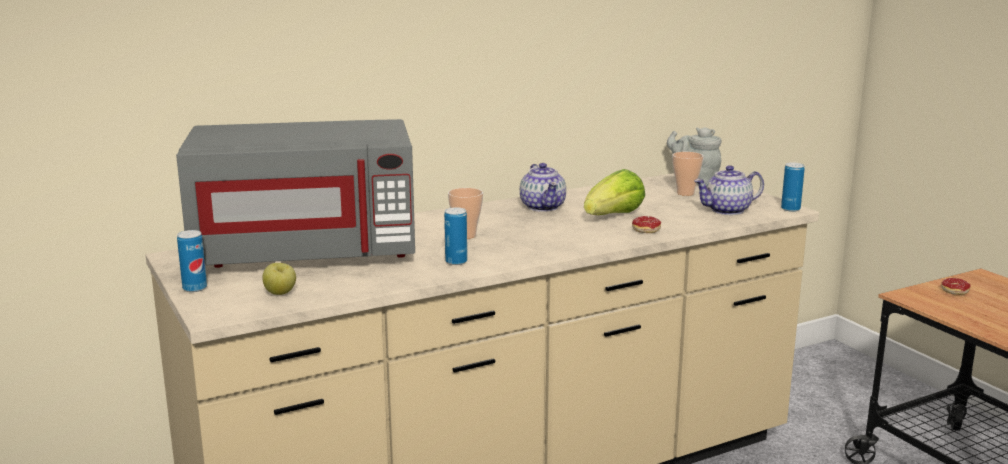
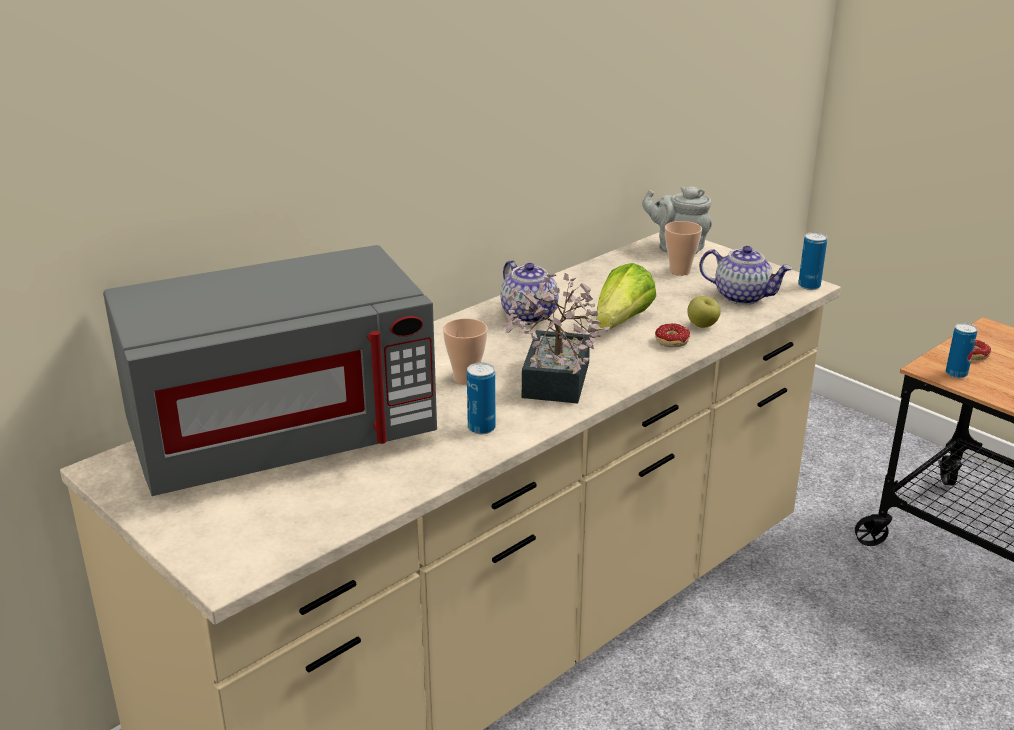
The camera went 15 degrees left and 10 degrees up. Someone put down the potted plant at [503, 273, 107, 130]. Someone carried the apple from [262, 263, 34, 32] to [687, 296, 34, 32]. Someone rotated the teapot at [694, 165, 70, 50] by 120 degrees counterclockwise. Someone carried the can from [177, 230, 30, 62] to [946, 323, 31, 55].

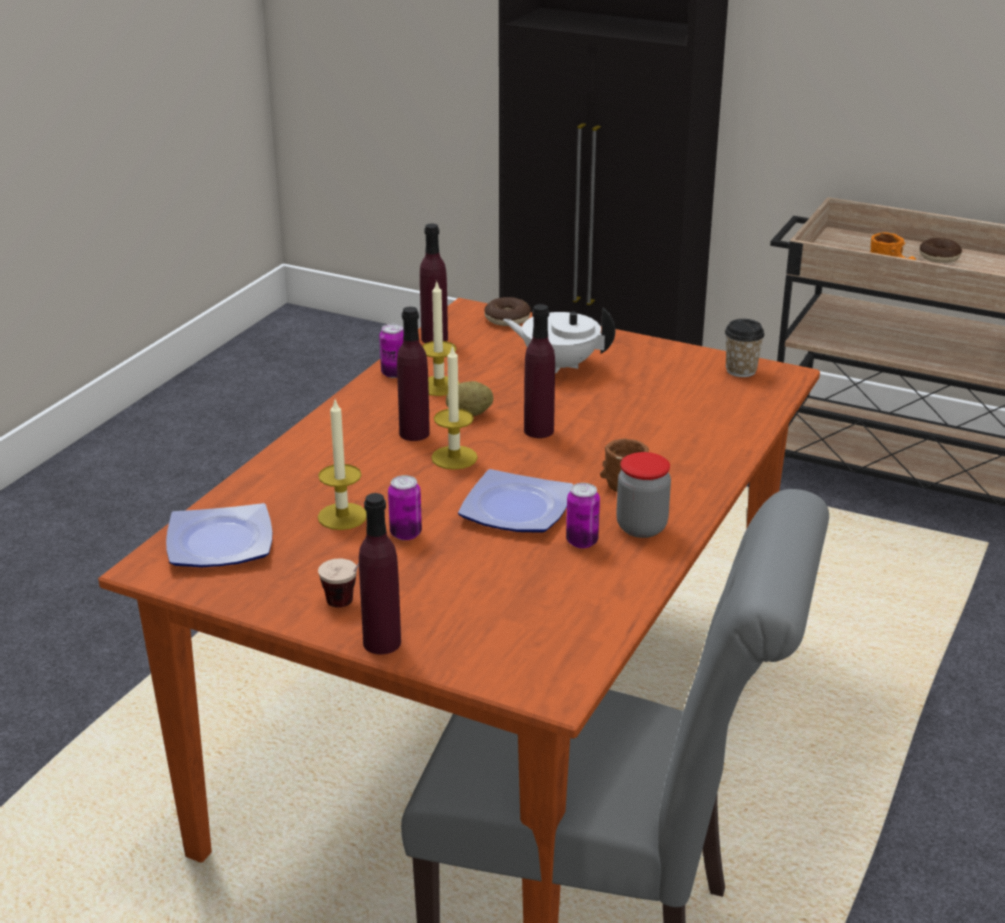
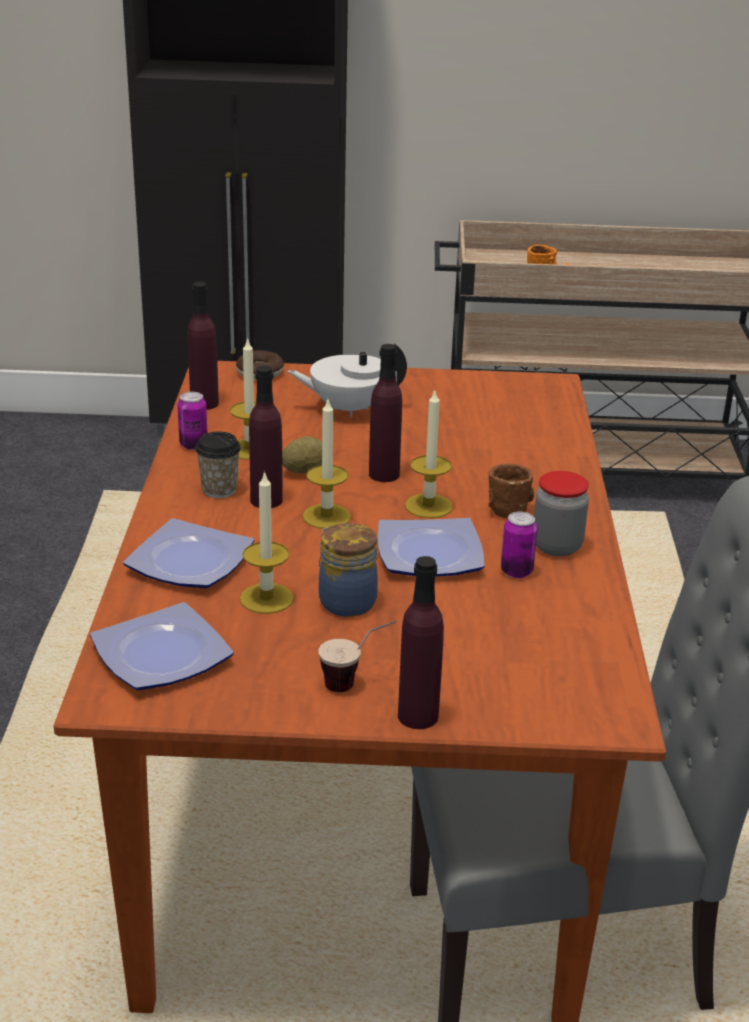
The camera went 25 degrees left and 0 degrees up. Someone put down the plate at [123, 518, 131, 70]. Someone carried the cup from [725, 319, 40, 58] to [195, 431, 46, 67]. Someone swapped the can at [388, 475, 34, 65] for the jar at [319, 523, 59, 94]. Someone put down the candle at [405, 389, 48, 129]. Someone took away the donut at [919, 238, 43, 25].

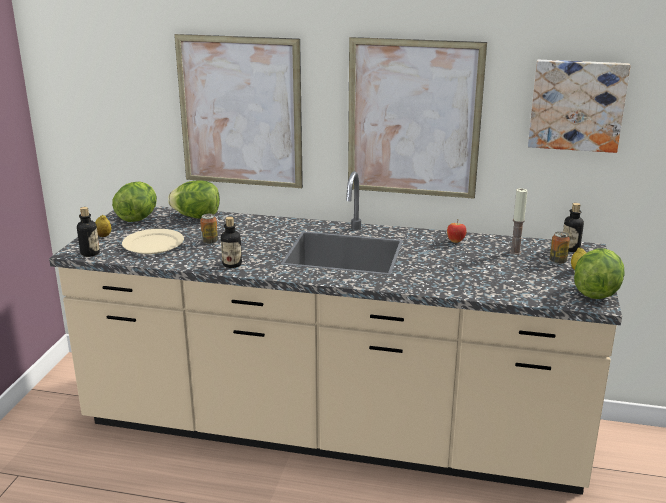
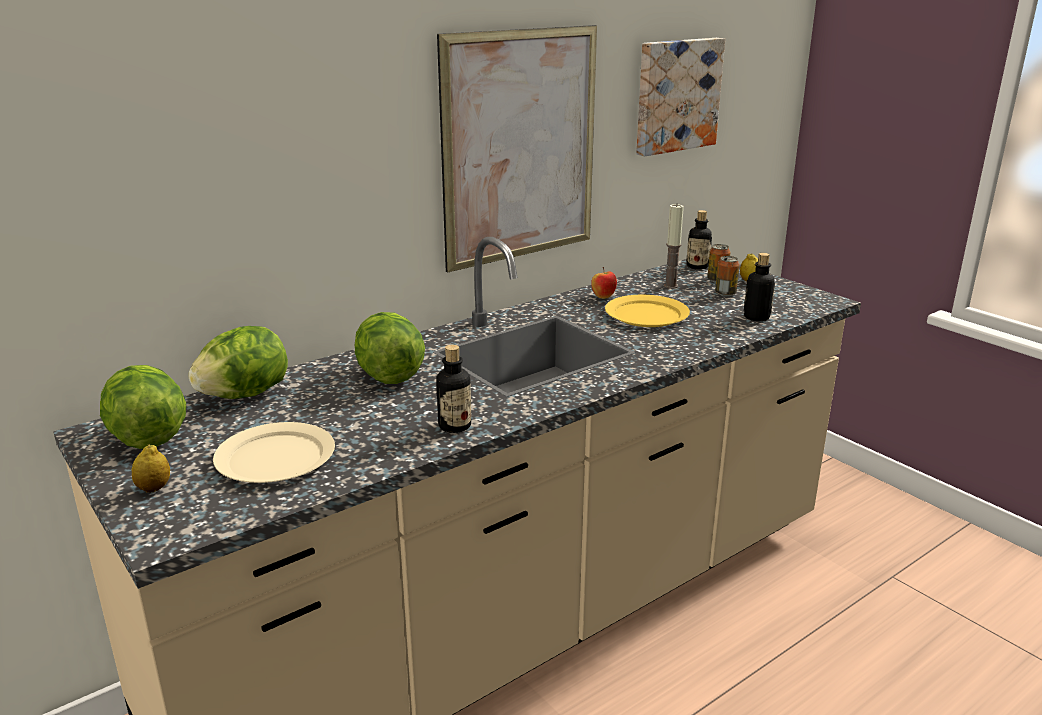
The camera went 50 degrees left and 0 degrees up. Someone carried the lettuce from [574, 249, 51, 50] to [354, 312, 71, 72]. Someone put down the yellow plate at [605, 295, 85, 32]. Someone carried the can from [200, 214, 18, 30] to [715, 256, 25, 40]. Someone carried the bottle from [77, 207, 23, 50] to [744, 253, 31, 68]. Someone took away the picture at [174, 34, 129, 154].

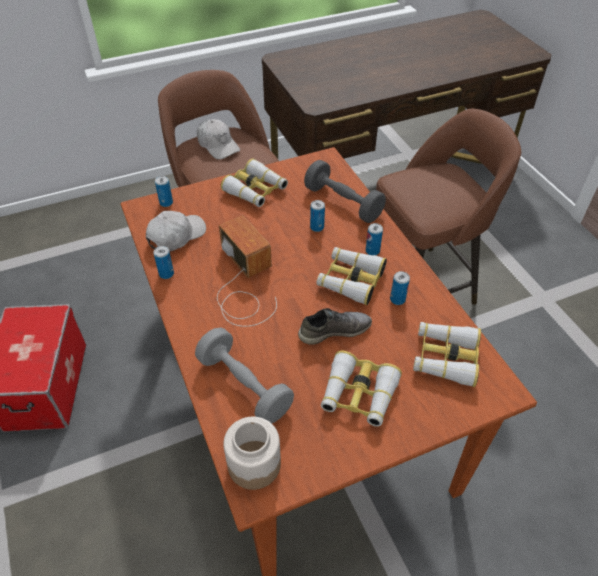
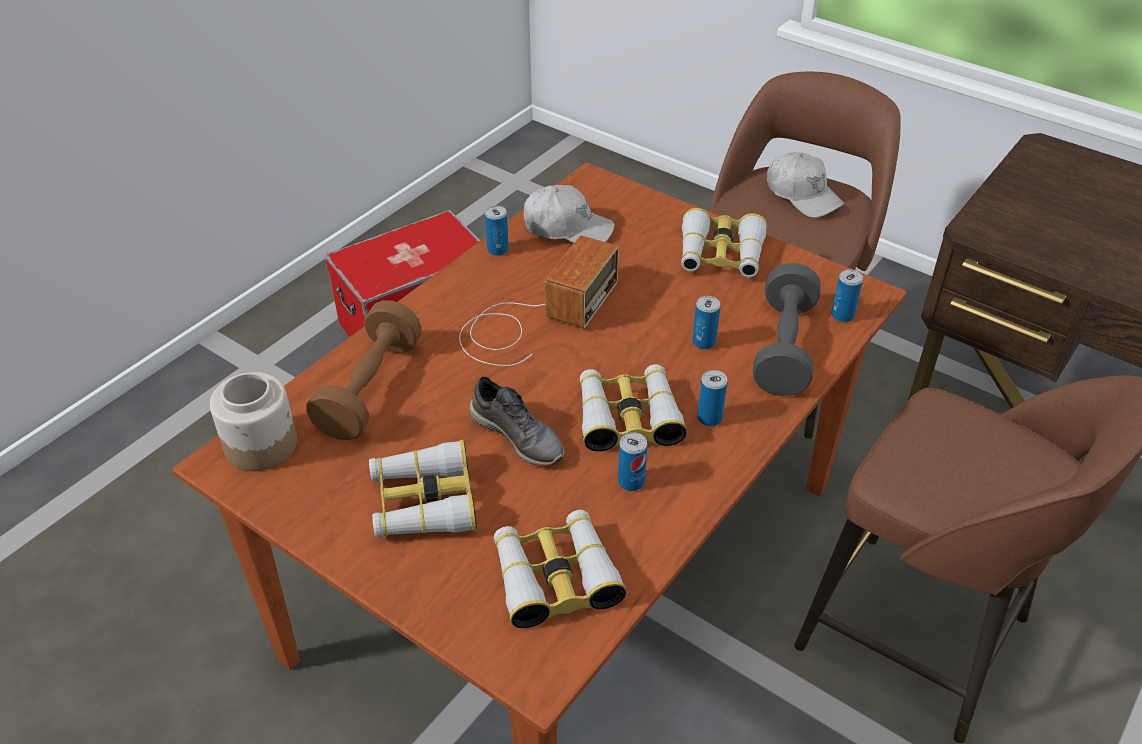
The camera went 60 degrees right and 5 degrees down. Someone repainted the grey dumbbell at [195, 327, 99, 96], which became the brown dumbbell at [306, 300, 116, 140]. Someone rotated the white cap at [197, 119, 43, 41] by 60 degrees counterclockwise. Someone carried the can from [155, 176, 18, 31] to [831, 270, 32, 52].

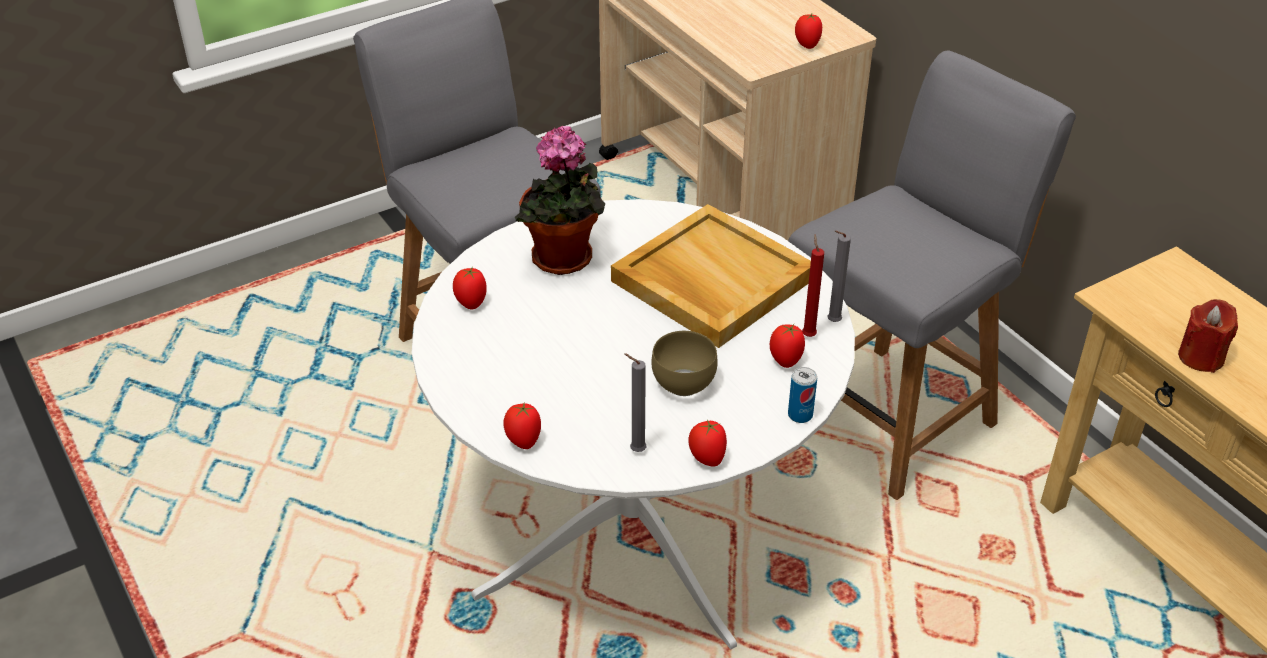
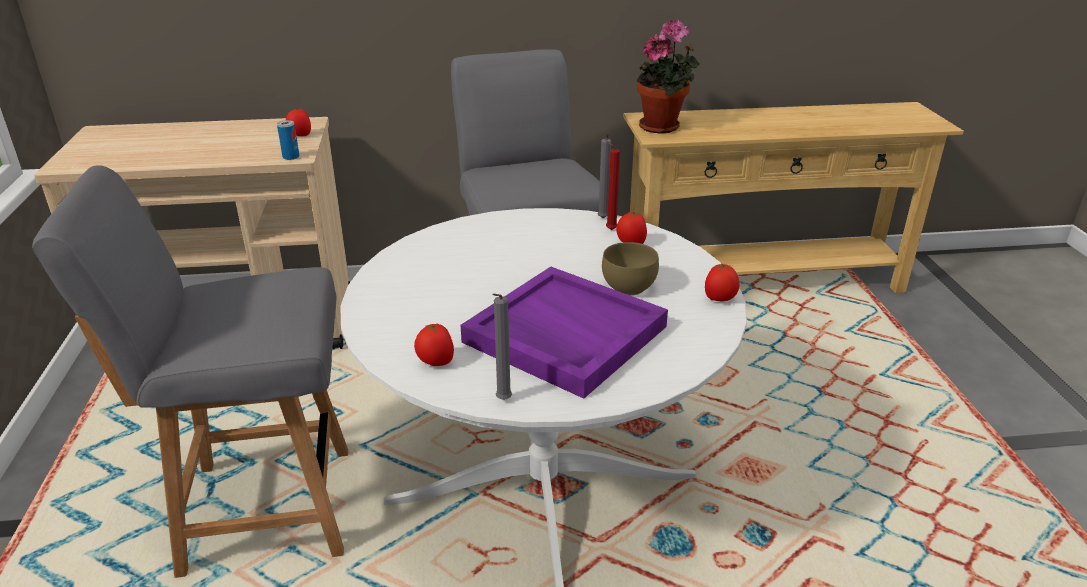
The camera went 65 degrees left and 10 degrees down. Someone carried the can from [788, 367, 29, 56] to [277, 120, 22, 40]. Someone put down the purple tray at [461, 267, 207, 132]. Someone carried the grey candle from [624, 353, 22, 99] to [492, 294, 20, 106]. Someone carried the potted plant from [515, 126, 90, 149] to [637, 19, 62, 115]. Someone took away the tomato at [504, 402, 37, 47]. Someone took away the beige tray at [611, 204, 200, 144]. Someone took away the red candle at [1178, 299, 60, 74].

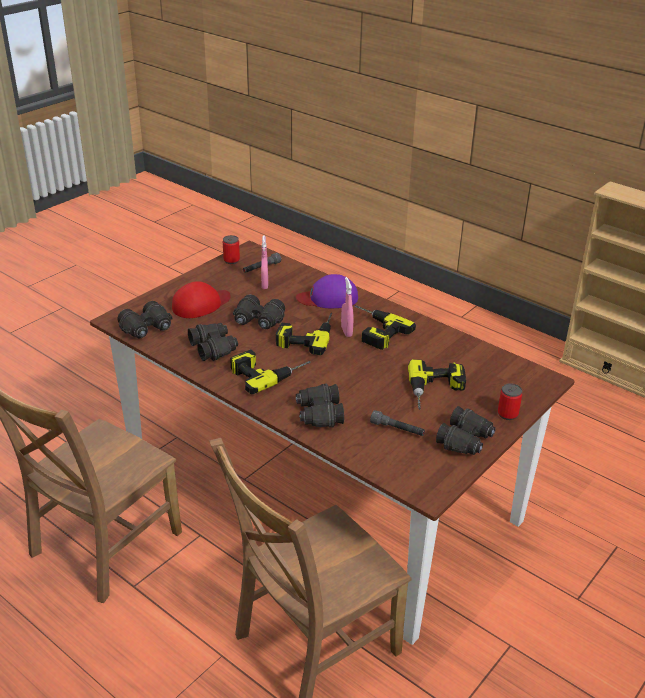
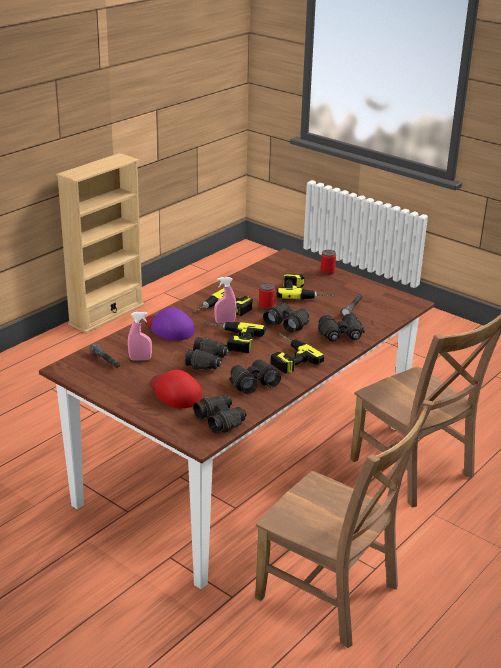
The camera went 90 degrees left and 5 degrees down. Someone rotated the purple cap at [296, 274, 62, 34] by 135 degrees clockwise. Someone carried the can from [223, 235, 17, 29] to [259, 283, 16, 27]. Someone carried the black binoculars from [436, 406, 60, 49] to [263, 303, 46, 30].

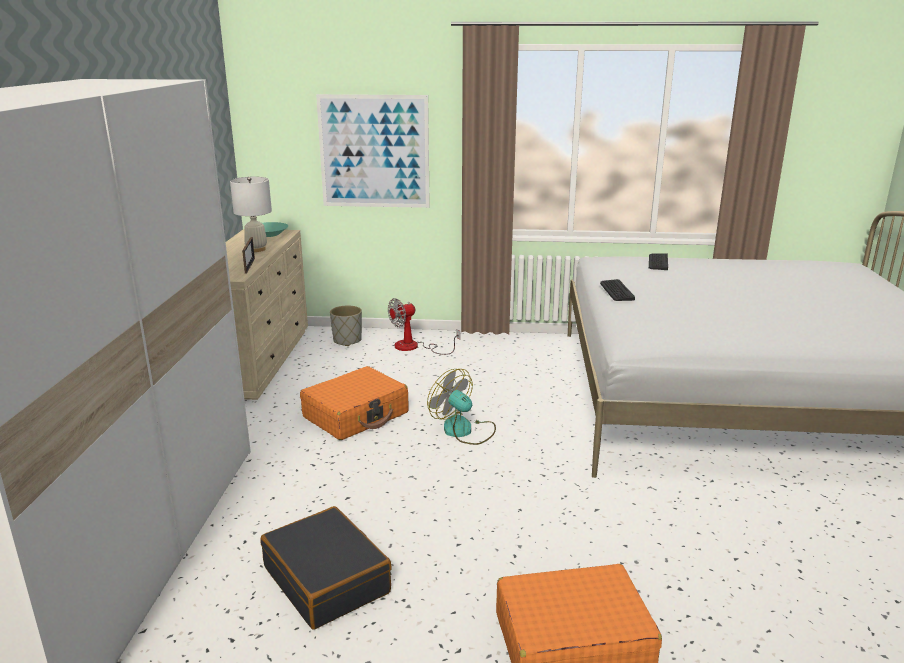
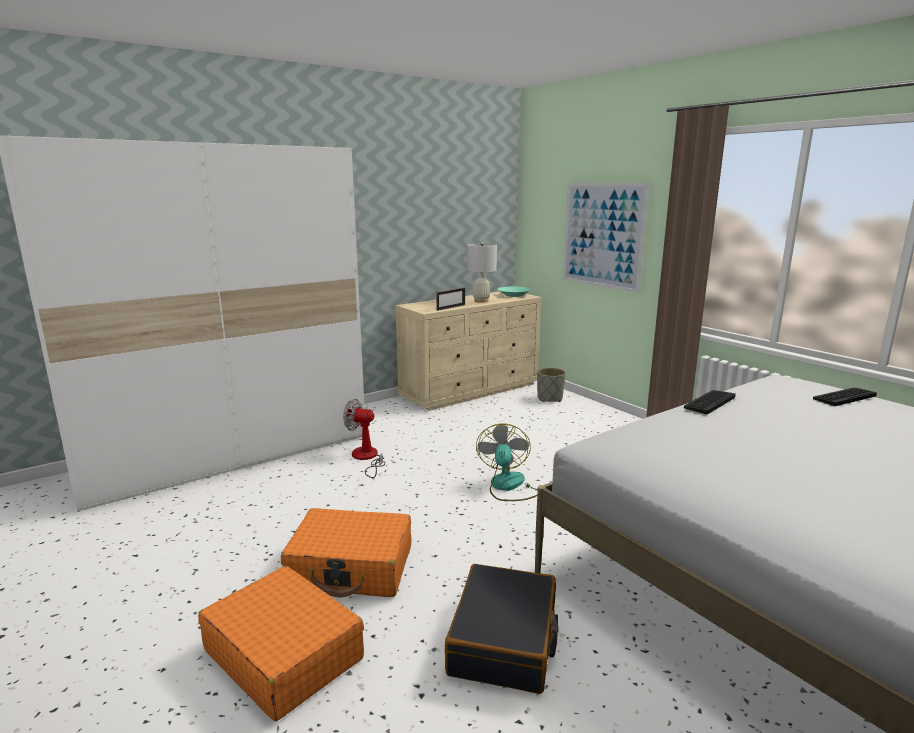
The camera went 50 degrees right and 5 degrees down. Someone carried the orange suitcase from [300, 366, 109, 74] to [281, 508, 130, 89]. Someone carried the fan from [388, 298, 72, 57] to [343, 399, 42, 79]. Someone carried the black suitcase from [261, 506, 131, 124] to [445, 564, 114, 130].

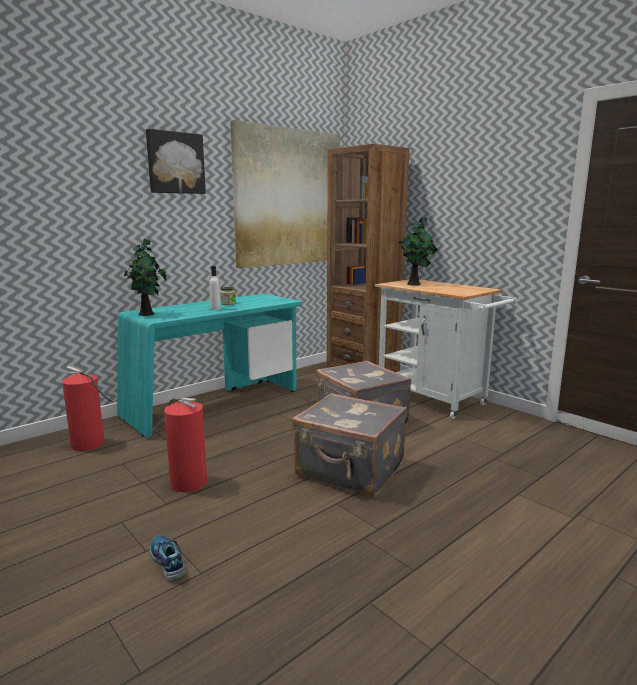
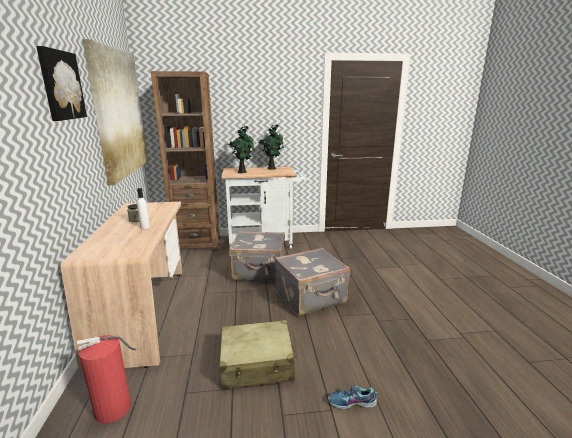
The camera went 55 degrees left and 5 degrees up. Someone repainted the turquoise desk at [117, 294, 185, 144], which became the beige desk at [61, 202, 121, 170]. Someone swapped the fire extinguisher at [152, 398, 55, 94] for the beige suitcase at [219, 320, 79, 70]. Someone carried the potted plant from [123, 239, 44, 77] to [258, 124, 26, 46].

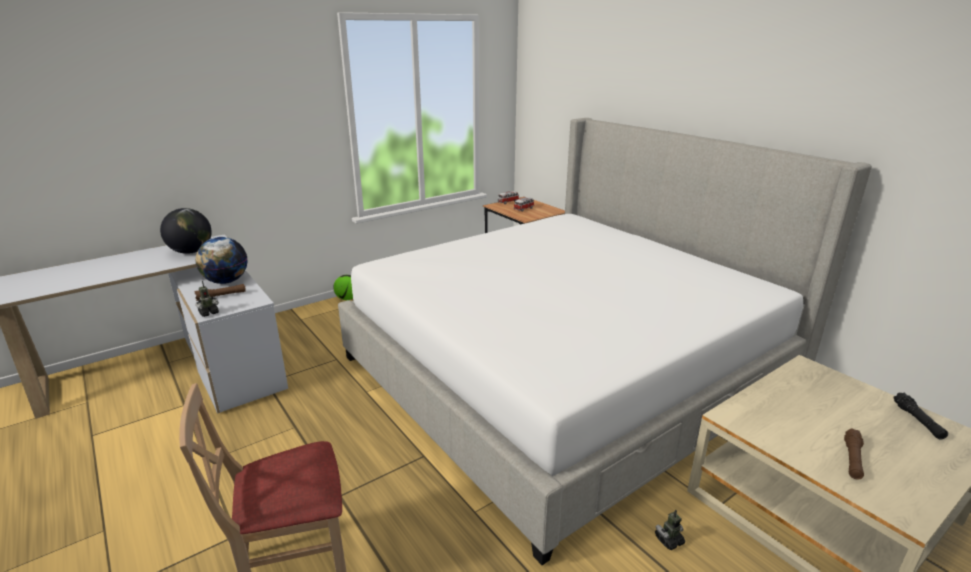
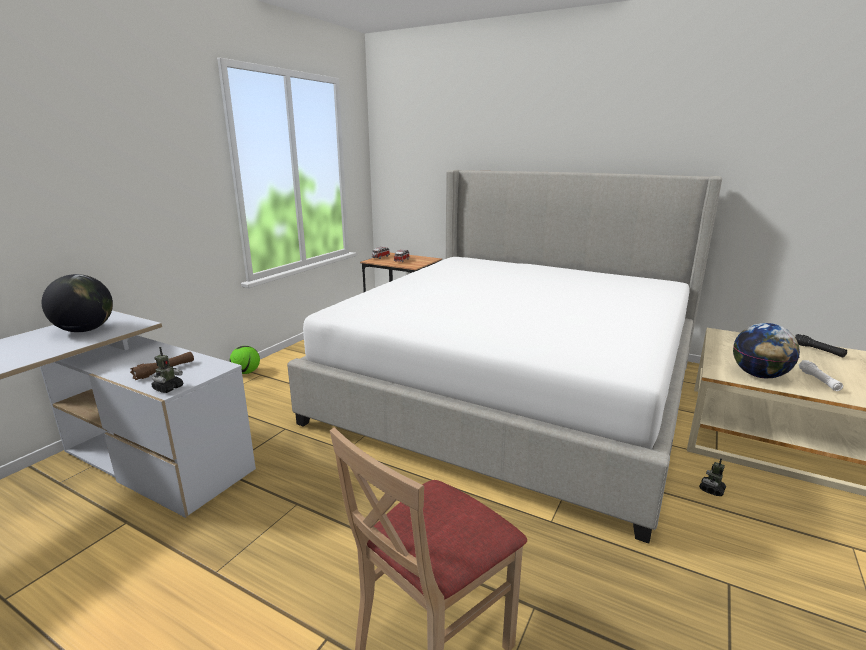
The camera went 25 degrees left and 5 degrees down. Someone carried the globe from [196, 237, 51, 47] to [733, 323, 67, 55]. Someone repainted the brown flashlight at [844, 428, 20, 52], which became the white flashlight at [798, 360, 45, 31].

